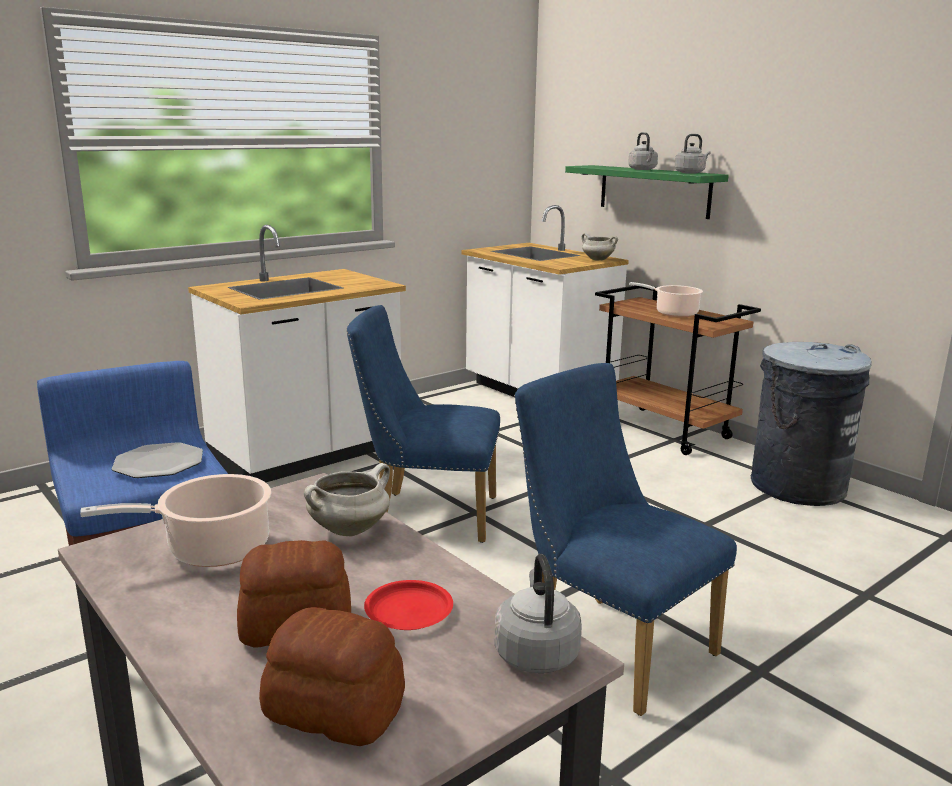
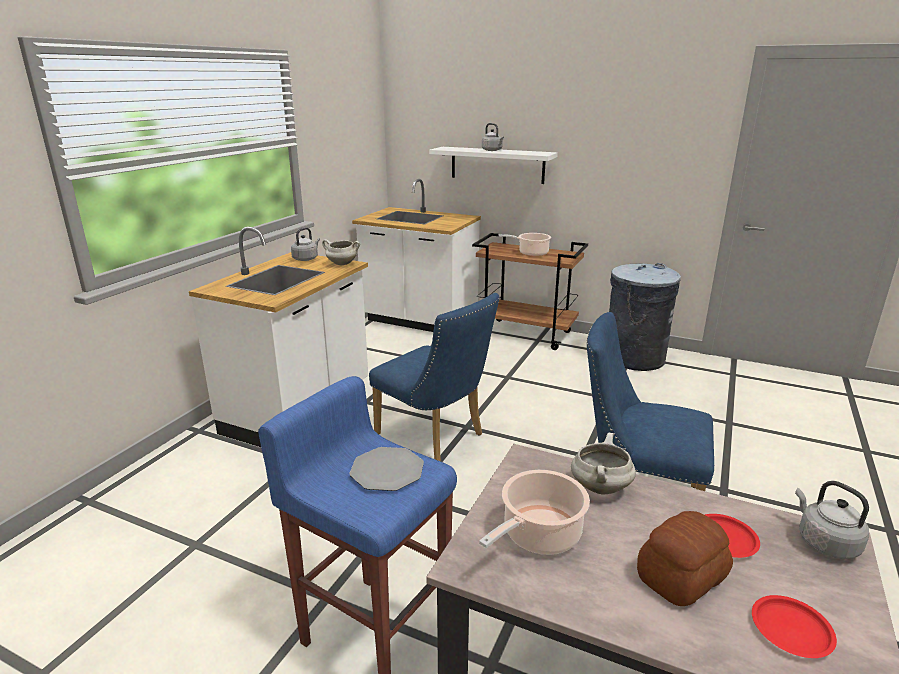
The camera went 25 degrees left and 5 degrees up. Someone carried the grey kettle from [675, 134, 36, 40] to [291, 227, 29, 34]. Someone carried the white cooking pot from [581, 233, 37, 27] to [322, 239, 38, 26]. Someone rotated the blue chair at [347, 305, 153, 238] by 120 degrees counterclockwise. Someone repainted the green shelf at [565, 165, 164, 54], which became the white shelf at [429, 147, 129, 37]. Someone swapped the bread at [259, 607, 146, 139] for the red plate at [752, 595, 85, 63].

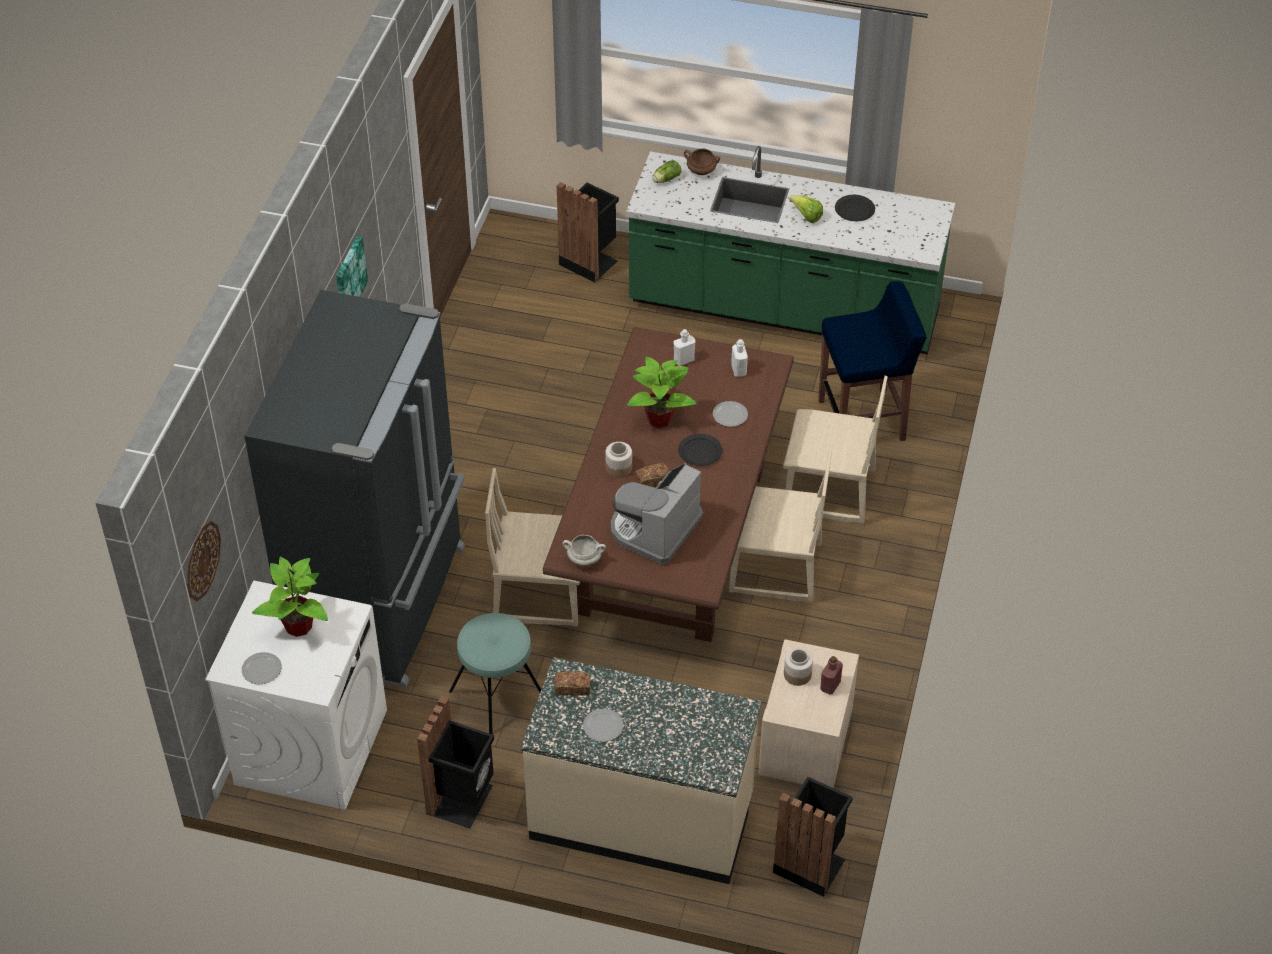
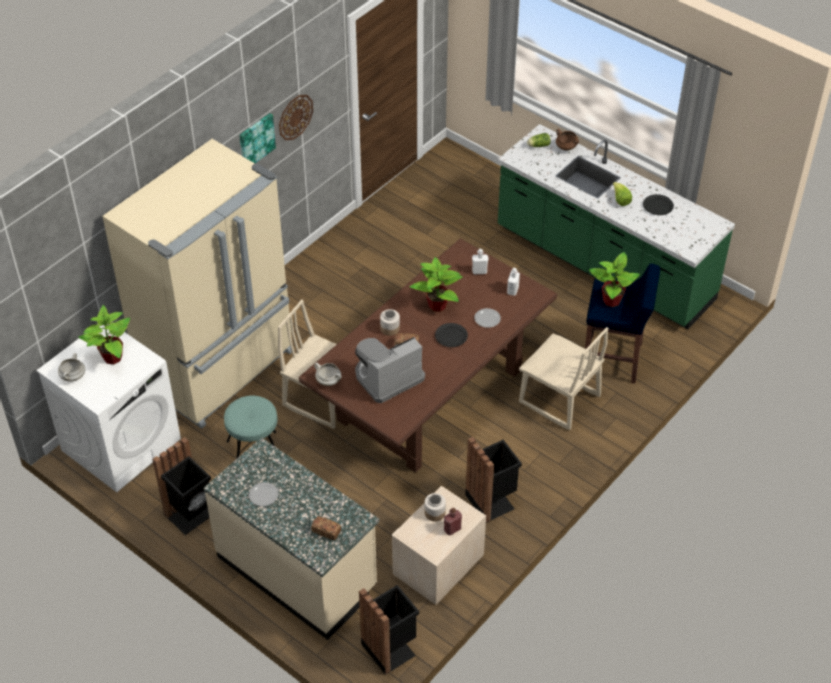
The camera went 25 degrees right and 0 degrees up. Someone swapped the plate at [242, 652, 40, 32] for the white cooking pot at [58, 353, 27, 28]. Someone repainted the black fridge at [244, 290, 221, 398], which became the beige fridge at [102, 139, 190, 290]. Someone carried the wall clock from [187, 521, 34, 80] to [279, 95, 34, 45]. Someone carried the bread from [554, 671, 36, 25] to [311, 516, 30, 25]. Someone carried the black trash can from [557, 182, 62, 100] to [465, 437, 57, 86]. Someone put down the potted plant at [589, 252, 51, 55]. Someone took away the beige chair at [729, 451, 103, 151].

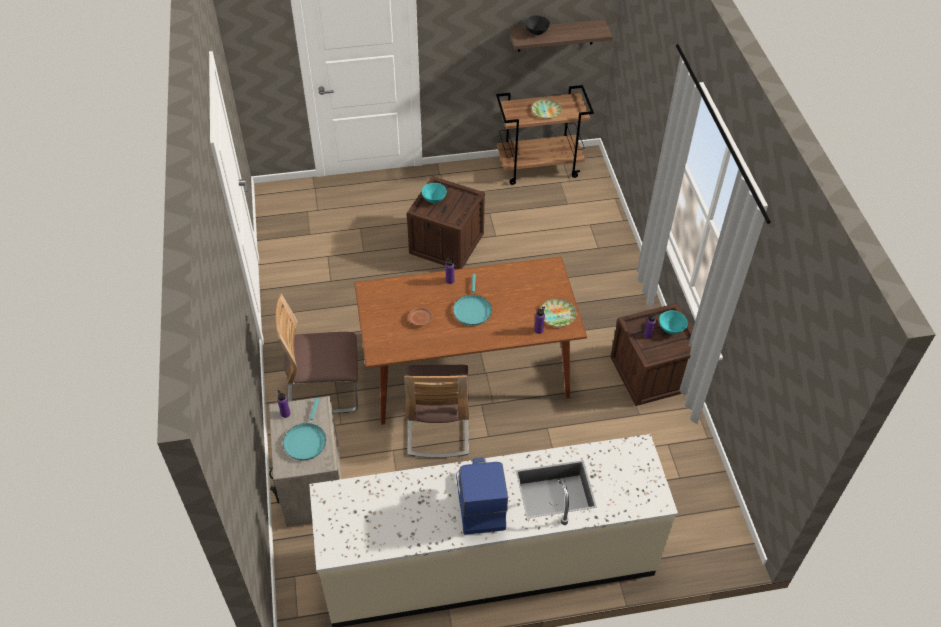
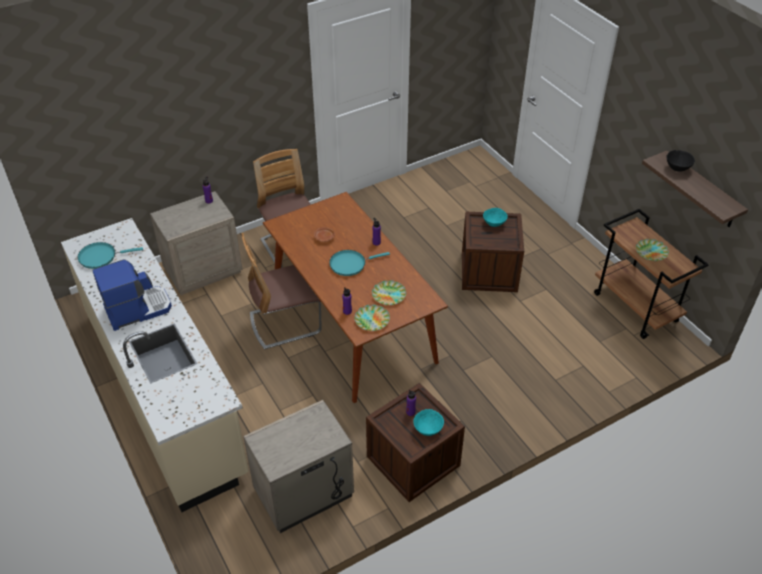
The camera went 70 degrees right and 5 degrees down. Someone carried the turquoise frying pan from [283, 398, 43, 63] to [77, 242, 66, 27]. Someone put down the beige nightstand at [243, 400, 111, 133]. Someone put down the plate at [372, 280, 34, 25].

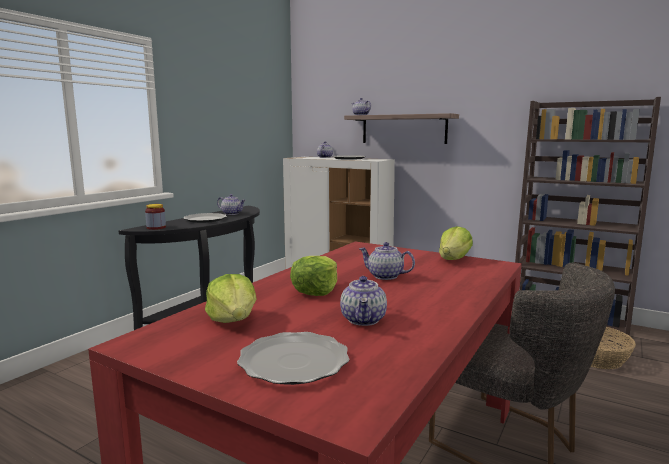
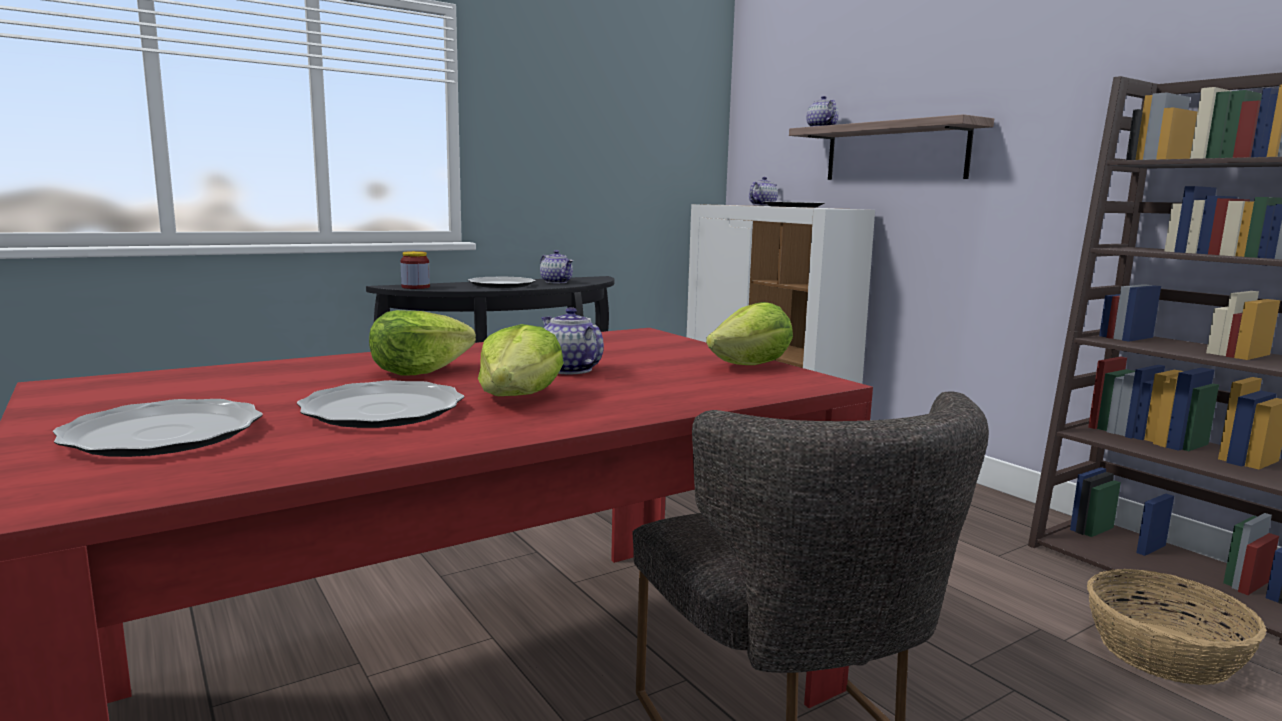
The camera went 25 degrees right and 0 degrees up. Someone swapped the teapot at [340, 276, 47, 50] for the plate at [297, 380, 167, 48]. Someone carried the lettuce from [205, 274, 52, 49] to [478, 324, 86, 72].

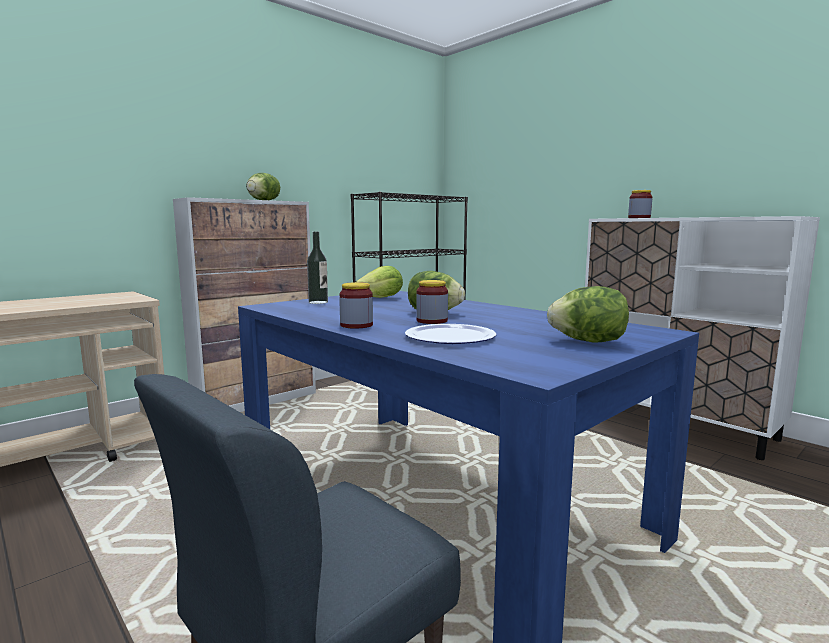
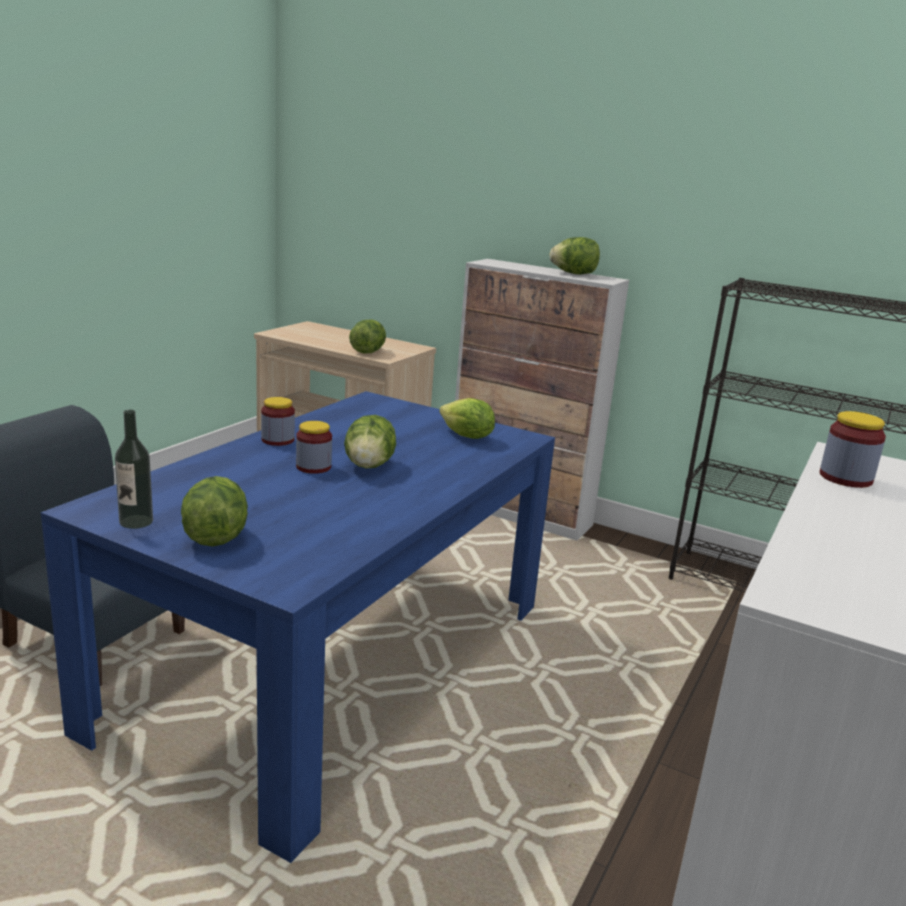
The camera went 70 degrees right and 10 degrees up. Someone carried the bottle from [307, 232, 21, 72] to [115, 410, 38, 119]. Someone put down the lettuce at [349, 319, 37, 35]. Someone took away the plate at [405, 324, 91, 20].

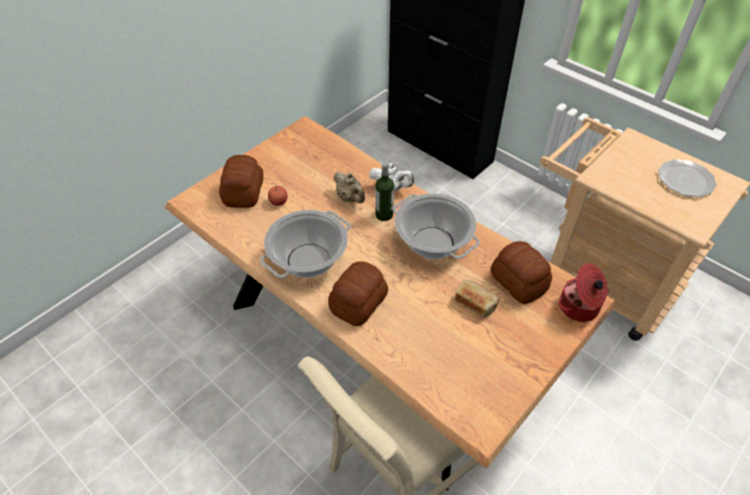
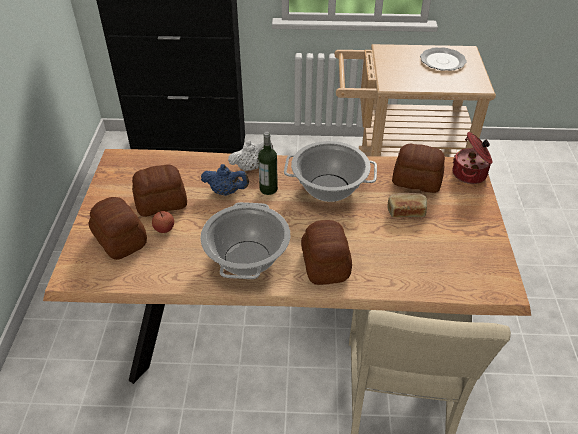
The camera went 40 degrees left and 5 degrees down. Someone put down the bread at [132, 164, 55, 53]. Someone repainted the beige teapot at [334, 172, 31, 31], which became the blue teapot at [201, 164, 48, 32].

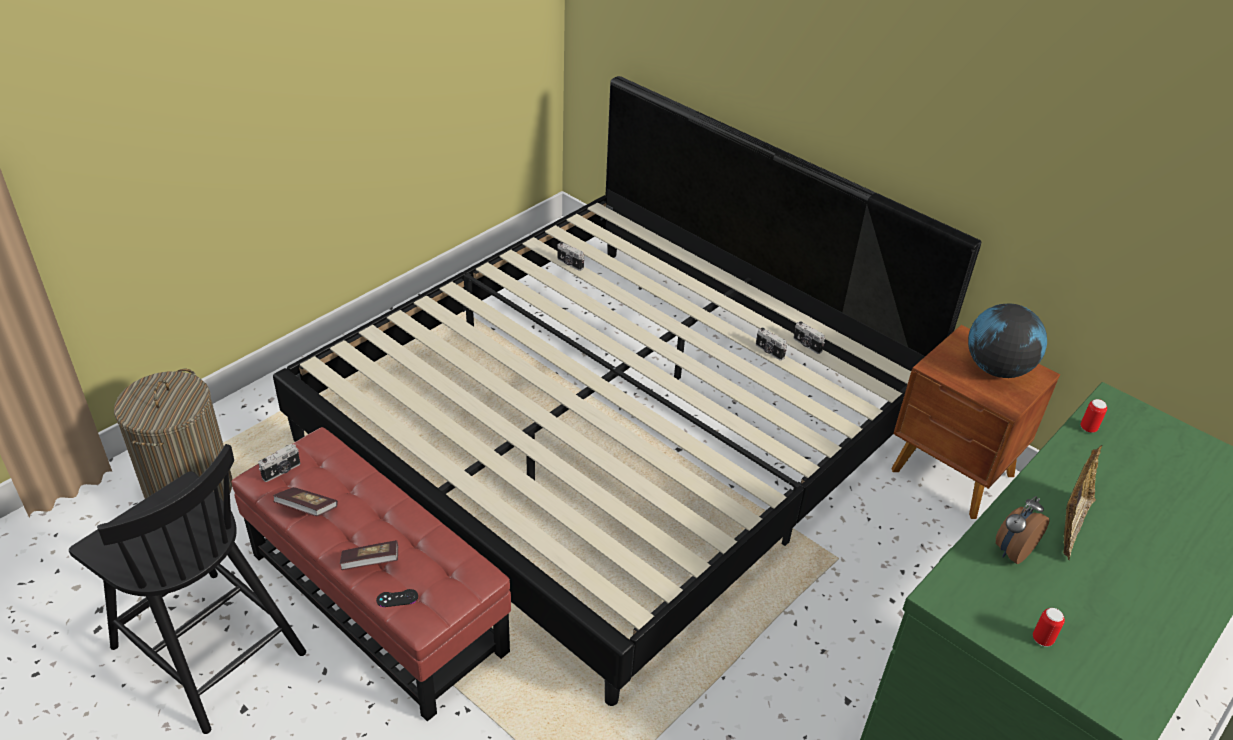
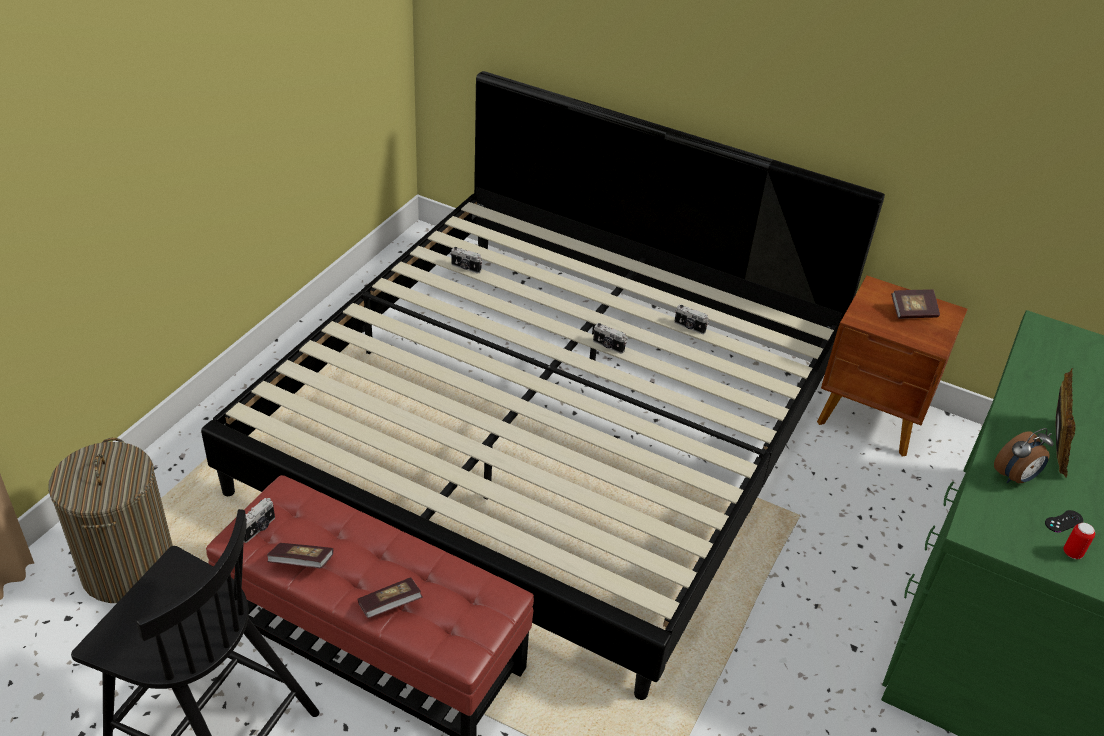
The camera went 15 degrees left and 0 degrees up. Someone carried the photo camera from [793, 321, 32, 33] to [593, 323, 34, 31]. Someone swapped the globe at [968, 304, 79, 74] for the book at [891, 289, 49, 30]. Someone rotated the alarm clock at [996, 496, 54, 68] by 150 degrees counterclockwise. Someone carried the black game controller from [376, 589, 42, 18] to [1045, 510, 38, 22]. Someone took away the can at [1080, 399, 27, 34].

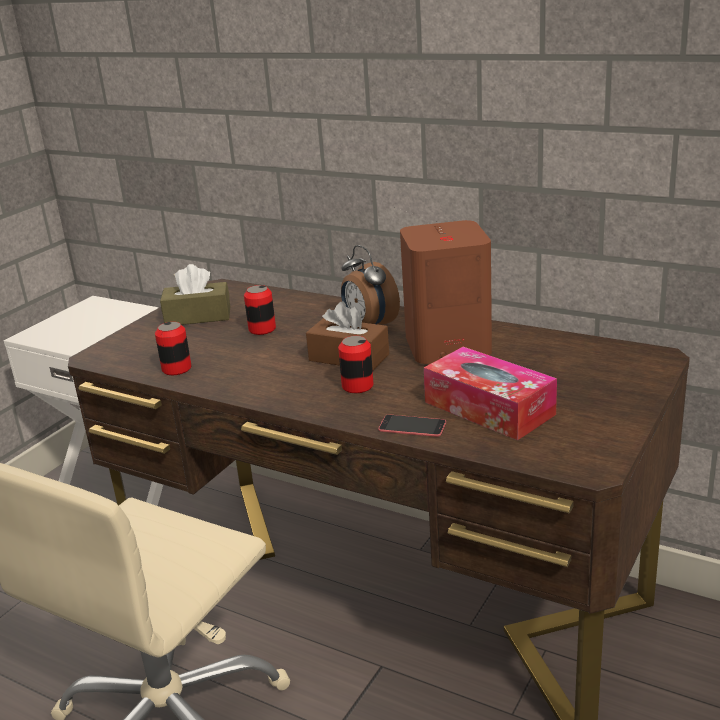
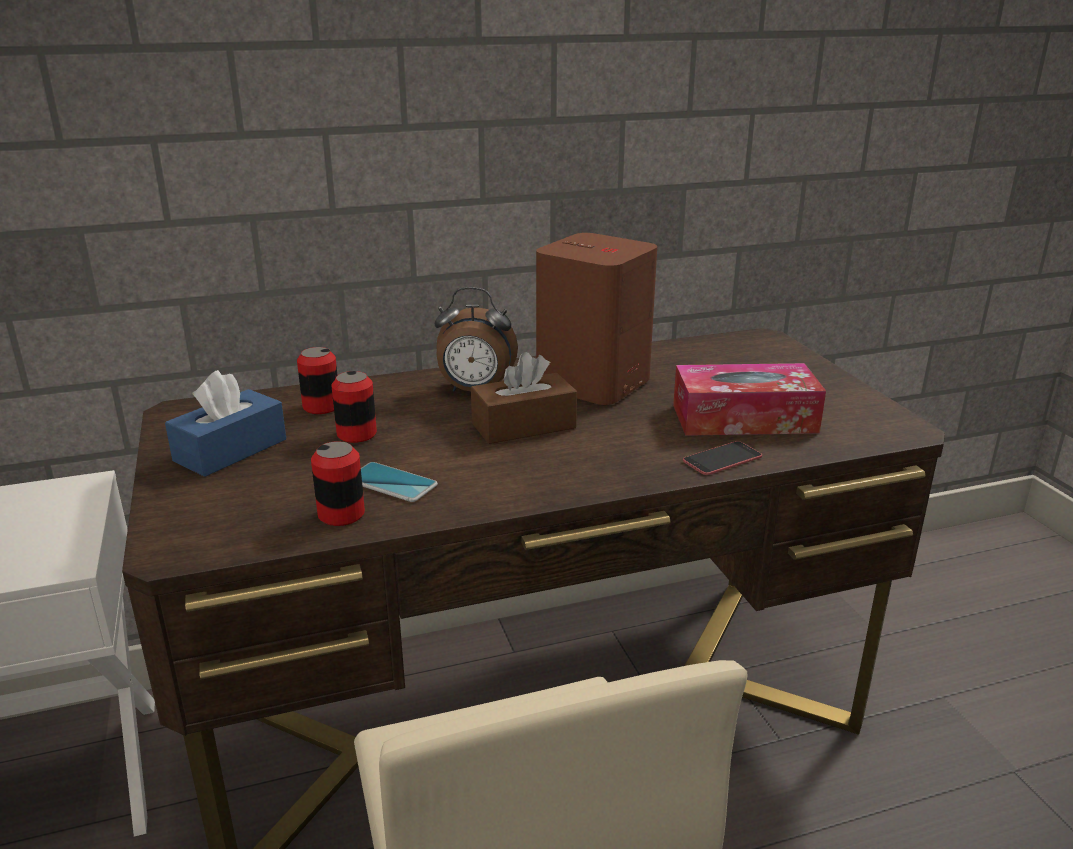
The camera went 50 degrees left and 0 degrees up. Someone repainted the brown tissue box at [160, 264, 70, 61], which became the blue tissue box at [165, 370, 121, 107]. Someone carried the can from [338, 336, 36, 57] to [297, 347, 41, 67]. Someone put down the phone at [361, 462, 77, 40].

